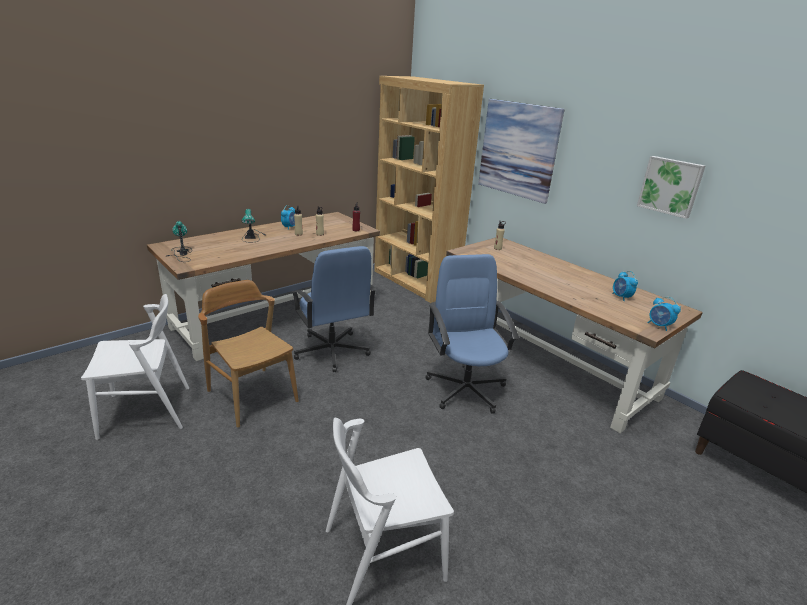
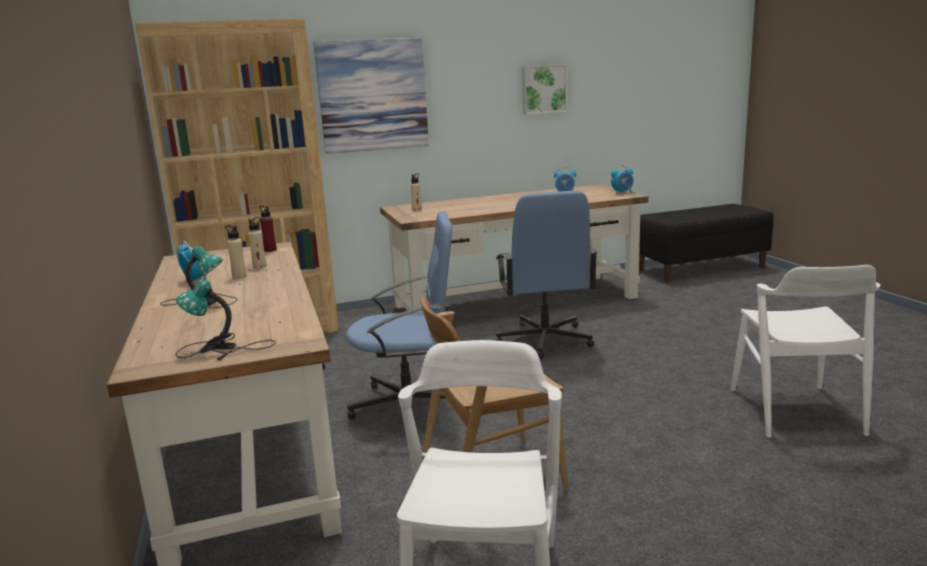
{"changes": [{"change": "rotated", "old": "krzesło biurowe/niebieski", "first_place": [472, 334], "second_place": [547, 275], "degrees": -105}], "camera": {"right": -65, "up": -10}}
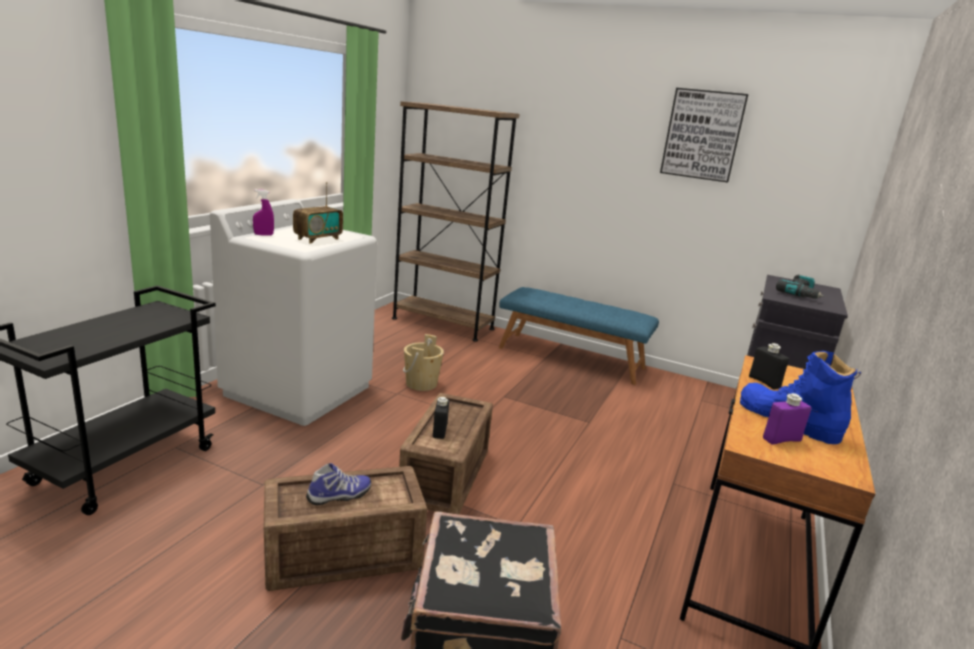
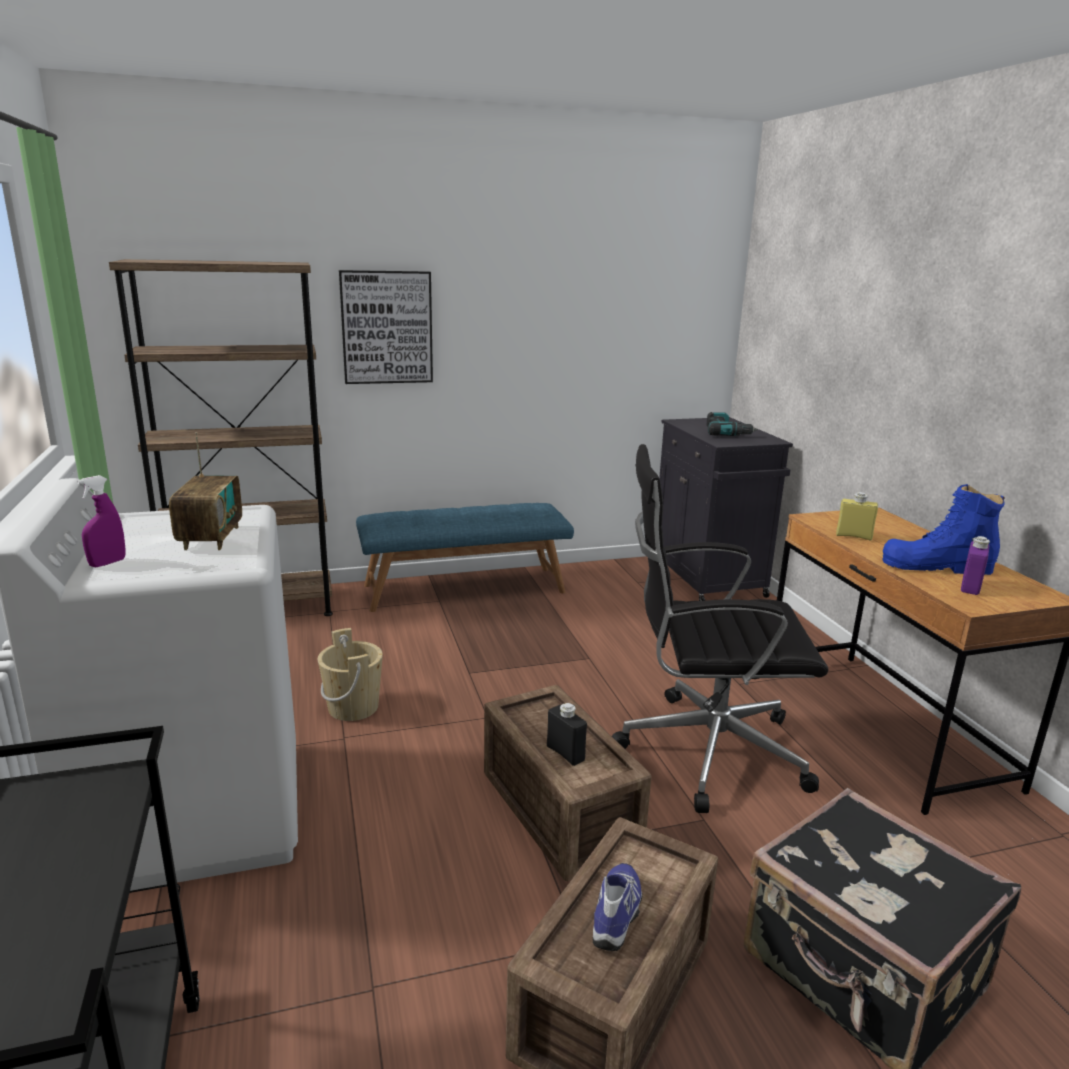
{"changes": [{"change": "new", "new": "krzesło biurowe/czarny", "second_place": [720, 628]}, {"change": "shifted", "old": "obraz", "first_place": [704, 135], "second_place": [386, 327]}, {"change": "repainted", "old": "butelka/czarny", "new": "butelka/żółty", "first_place": [769, 366], "second_place": [857, 516]}], "camera": {"right": -40, "up": 0}}
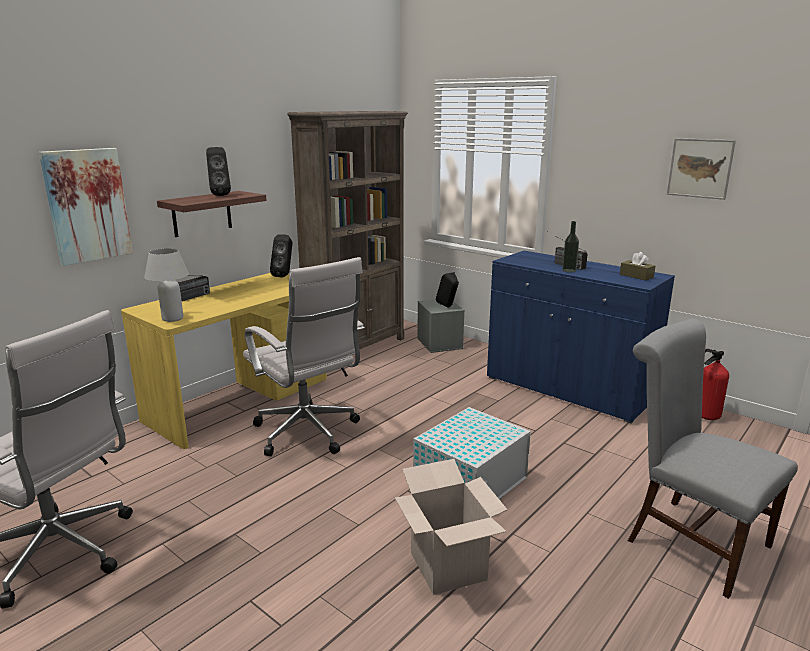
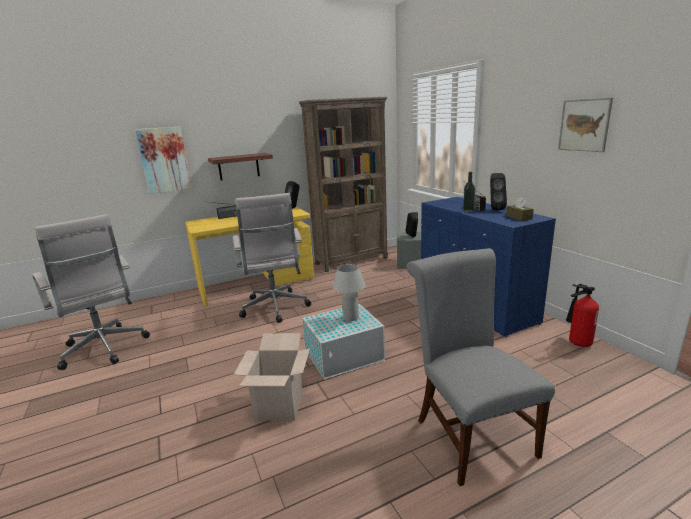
{"changes": [{"change": "shifted", "old": "lampa stołowa/biały", "first_place": [166, 285], "second_place": [349, 292]}, {"change": "shifted", "old": "głośnik/czarny", "first_place": [218, 171], "second_place": [498, 191]}], "camera": {"right": 25, "up": 0}}
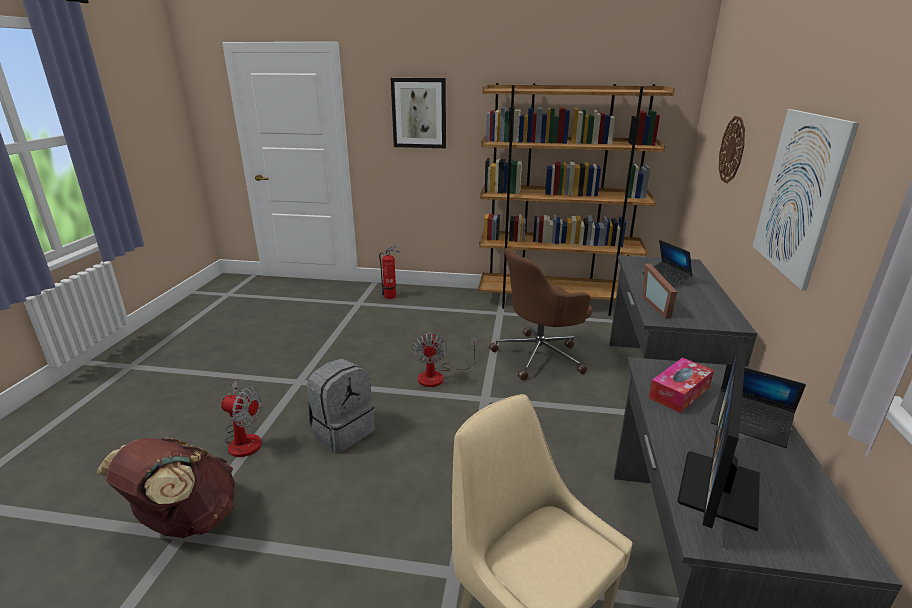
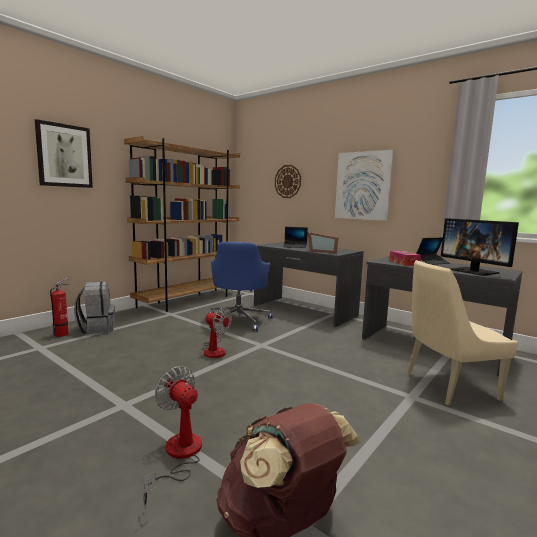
{"changes": [{"change": "shifted", "old": "plecak/szary", "first_place": [341, 406], "second_place": [94, 307]}, {"change": "repainted", "old": "krzesło biurowe/brązowy", "new": "krzesło biurowe/niebieski", "first_place": [540, 314], "second_place": [241, 286]}, {"change": "rotated", "old": "wentylator", "first_place": [241, 419], "second_place": [172, 435], "degrees": -90}], "camera": {"right": -60, "up": -15}}
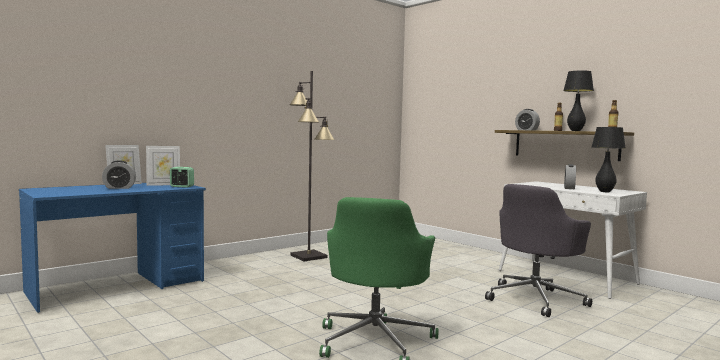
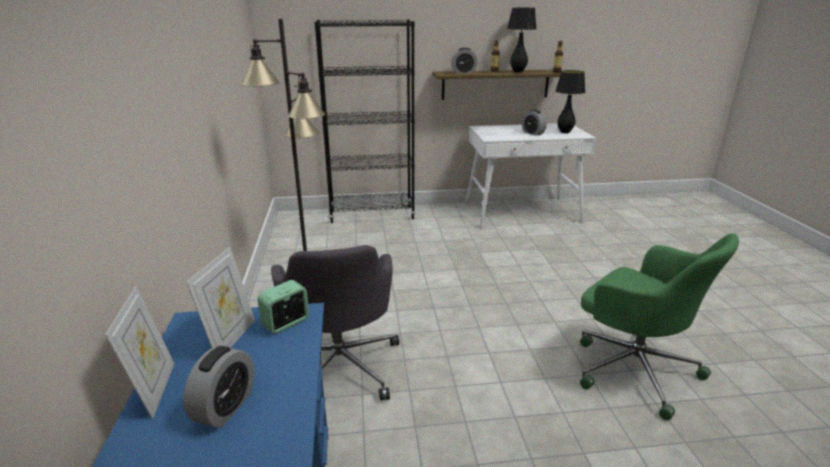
{"changes": [{"change": "new", "new": "regał/czarny", "second_place": [364, 121]}, {"change": "shifted", "old": "krzesło biurowe/szary", "first_place": [538, 250], "second_place": [335, 323]}], "camera": {"right": -55, "up": 20}}
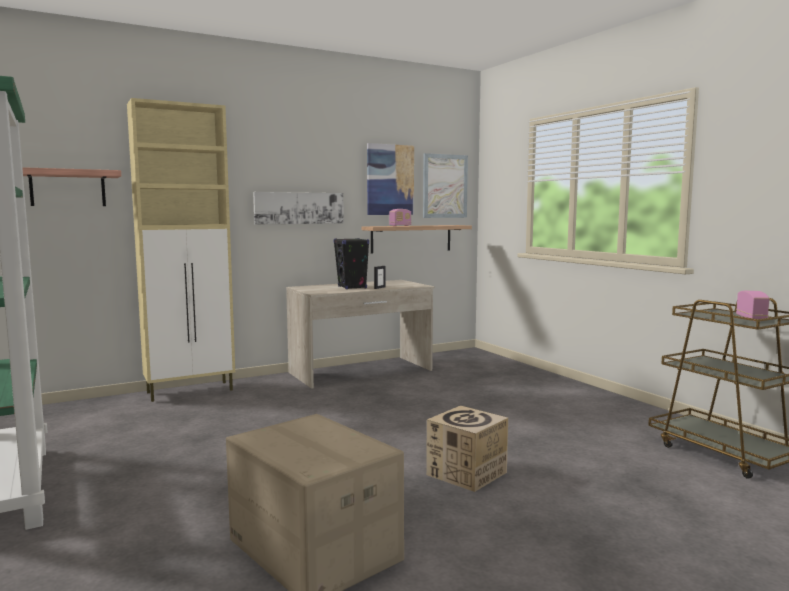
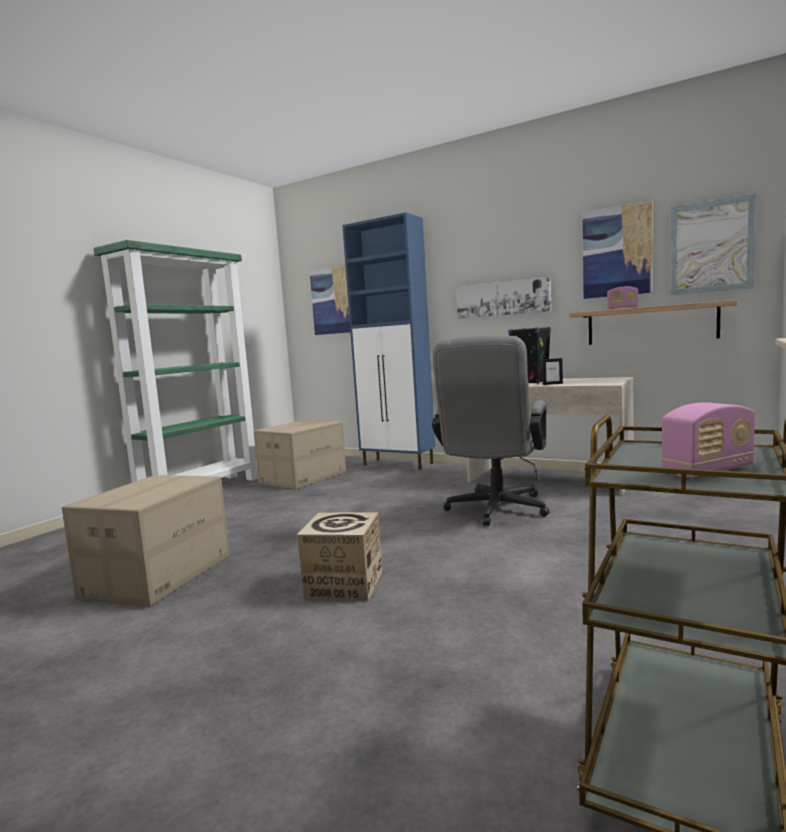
{"changes": [{"change": "new", "new": "karton", "second_place": [300, 454]}, {"change": "new", "new": "krzesło biurowe/szary", "second_place": [491, 430]}, {"change": "swapped", "old": "półka", "new": "obraz", "first_place": [71, 186], "second_place": [330, 300]}, {"change": "repainted", "old": "szafka/beżowy", "new": "szafka/niebieski", "first_place": [181, 250], "second_place": [388, 341]}], "camera": {"right": 60, "up": 0}}
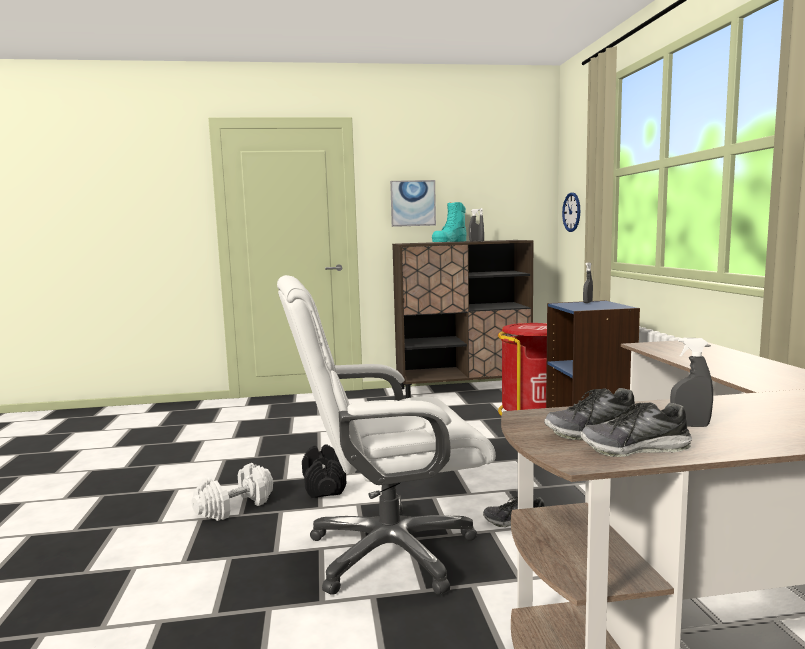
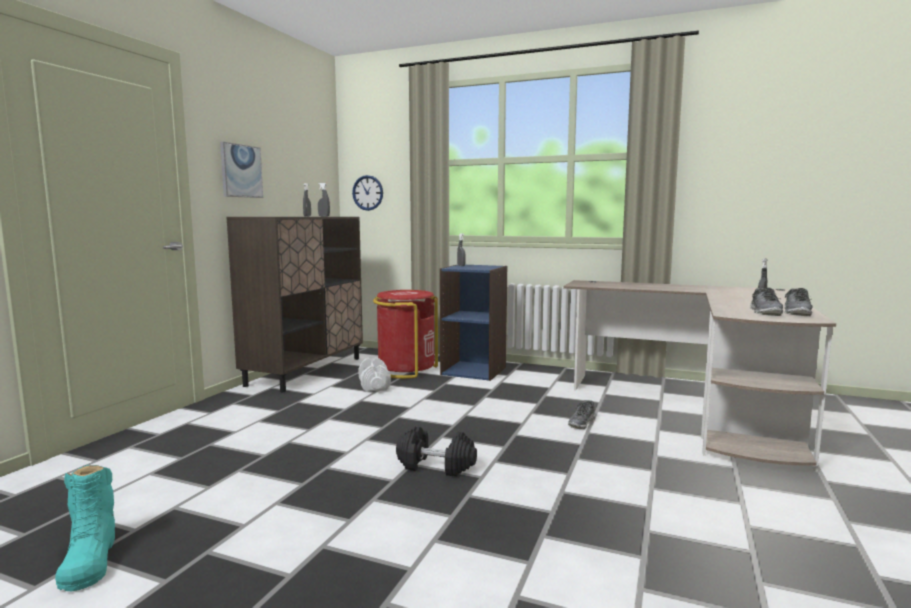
{"changes": [{"change": "gone", "old": "krzesło biurowe/biały", "first_place": [386, 435]}, {"change": "shifted", "old": "hantel/biały", "first_place": [232, 492], "second_place": [374, 374]}, {"change": "shifted", "old": "but z cholewką/turkusowy", "first_place": [449, 222], "second_place": [85, 528]}], "camera": {"right": -60, "up": 0}}
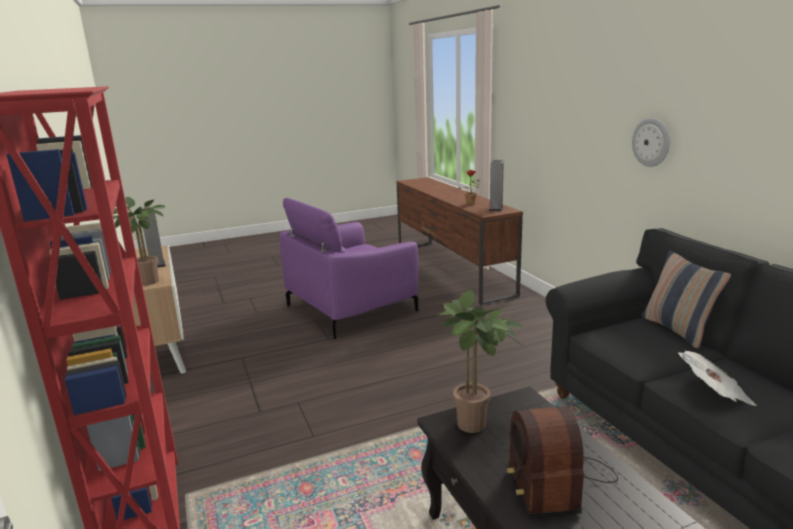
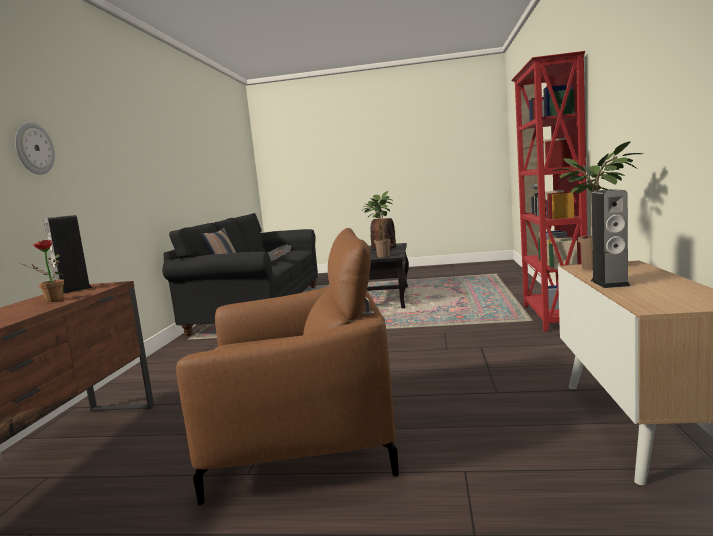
{"changes": [{"change": "shifted", "old": "zegar ścienny", "first_place": [651, 142], "second_place": [35, 148]}, {"change": "repainted", "old": "fotel/fioletowy", "new": "fotel/brązowy", "first_place": [348, 268], "second_place": [287, 366]}], "camera": {"right": -150, "up": -10}}
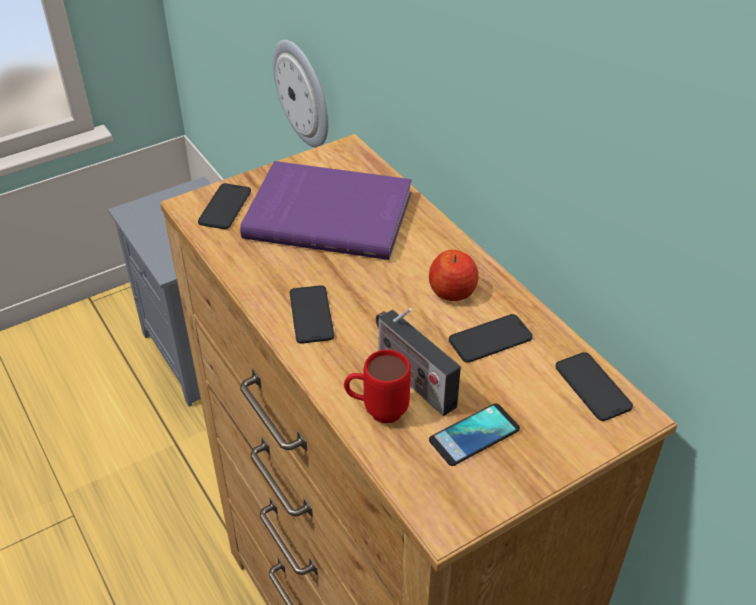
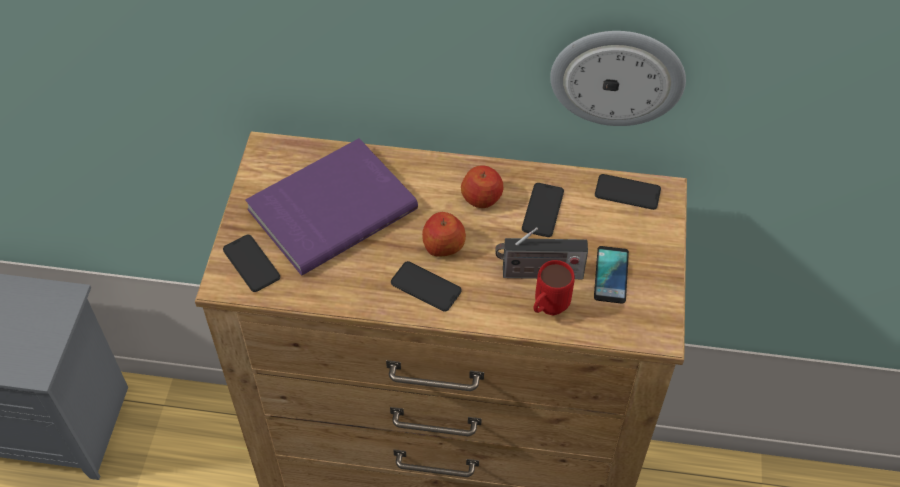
{"changes": [{"change": "new", "new": "jabłko", "second_place": [444, 234]}, {"change": "shifted", "old": "zegar ścienny", "first_place": [300, 93], "second_place": [618, 78]}], "camera": {"right": -50, "up": 10}}
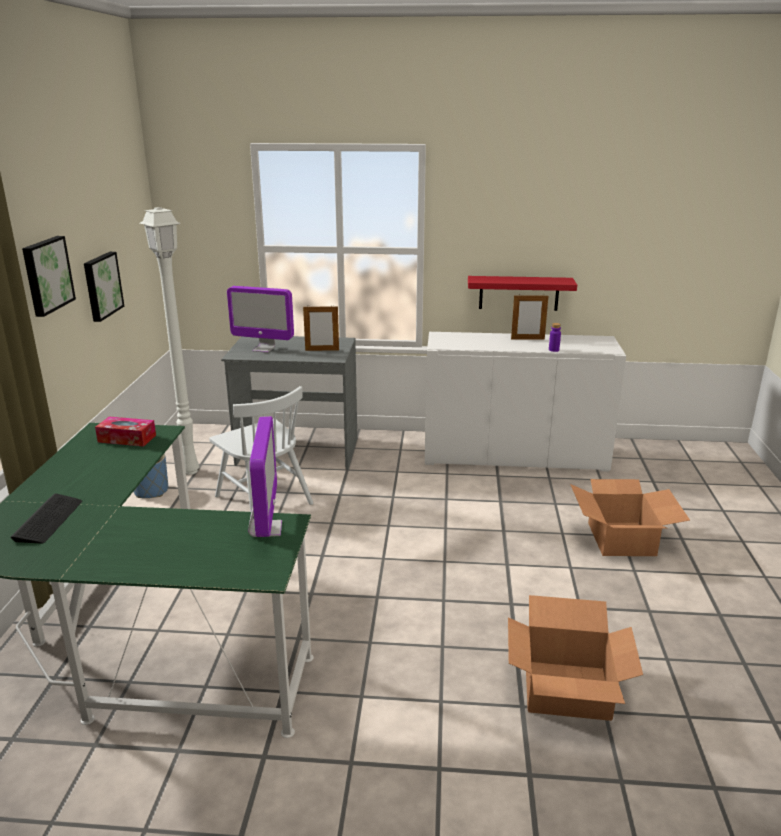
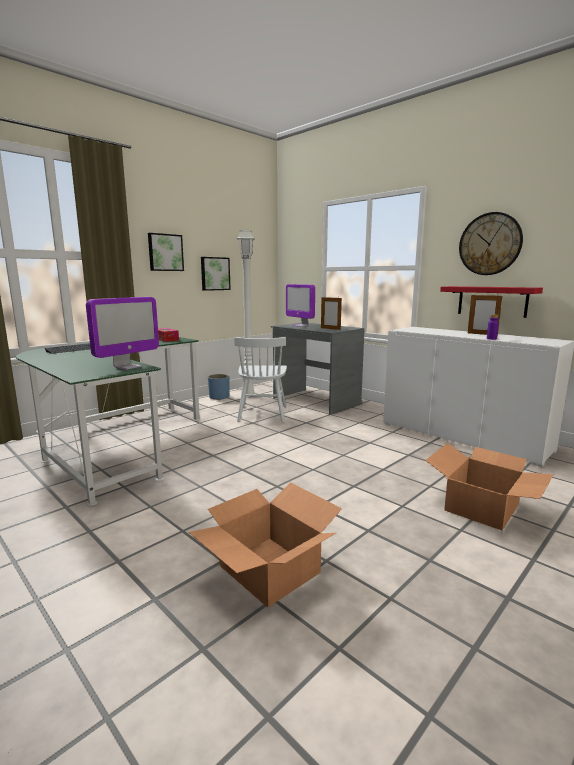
{"changes": [{"change": "new", "new": "zegar ścienny", "second_place": [491, 243]}], "camera": {"right": 40, "up": -10}}
